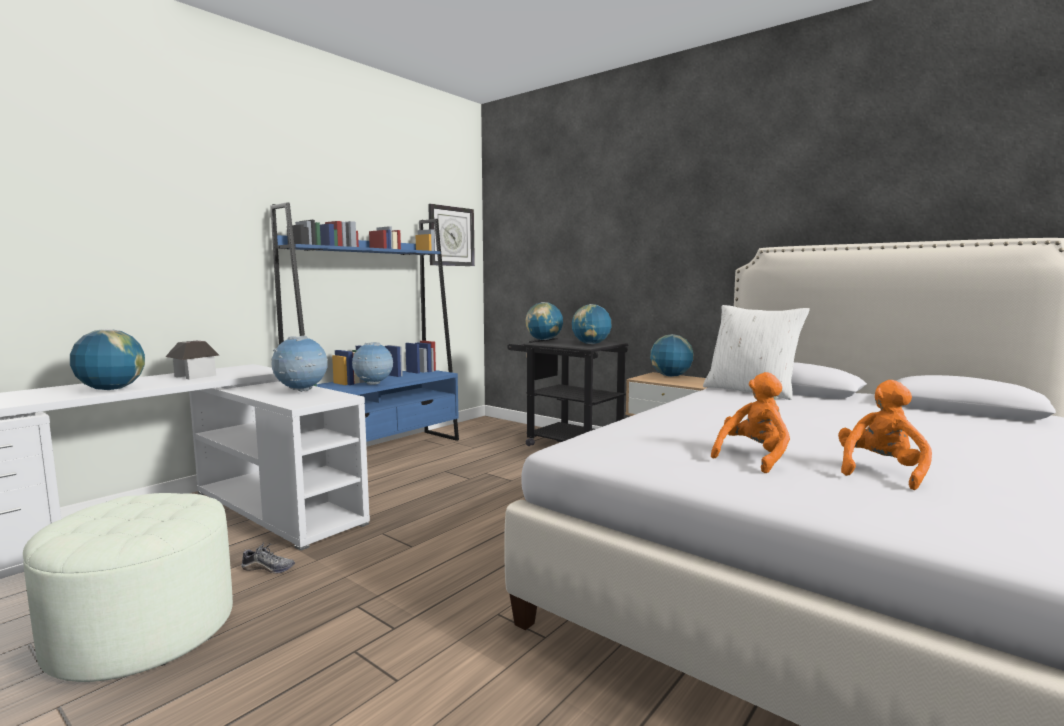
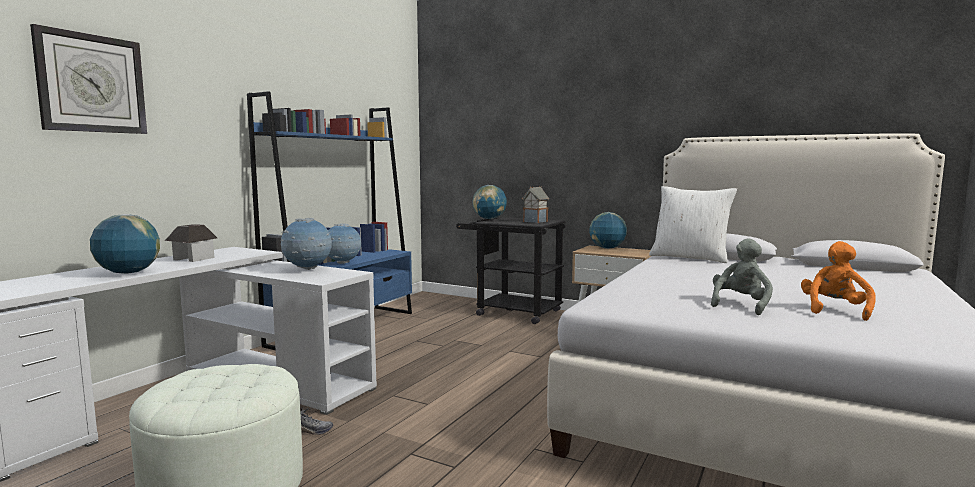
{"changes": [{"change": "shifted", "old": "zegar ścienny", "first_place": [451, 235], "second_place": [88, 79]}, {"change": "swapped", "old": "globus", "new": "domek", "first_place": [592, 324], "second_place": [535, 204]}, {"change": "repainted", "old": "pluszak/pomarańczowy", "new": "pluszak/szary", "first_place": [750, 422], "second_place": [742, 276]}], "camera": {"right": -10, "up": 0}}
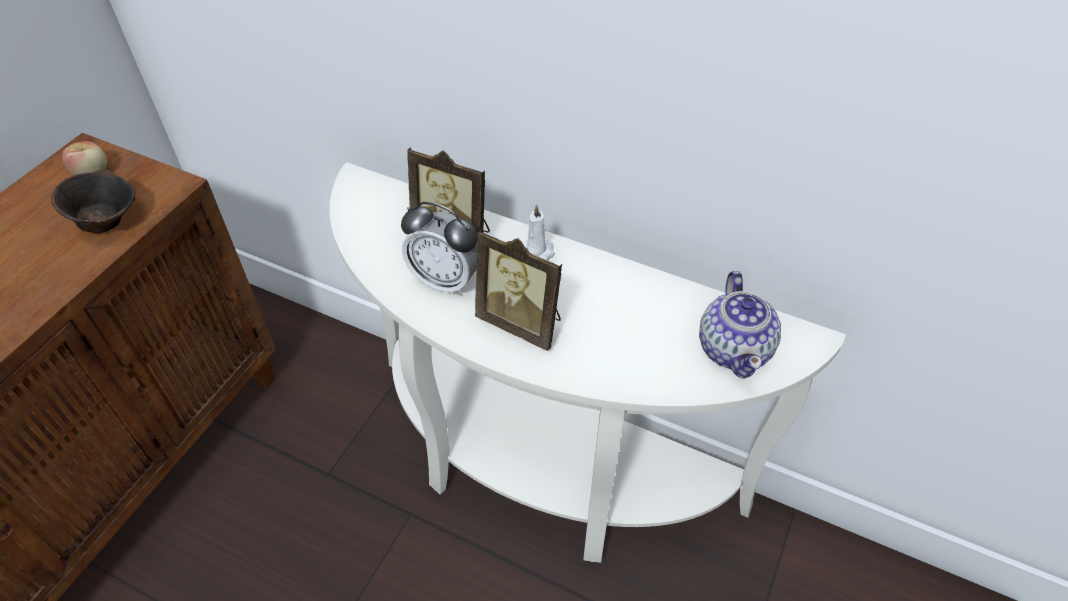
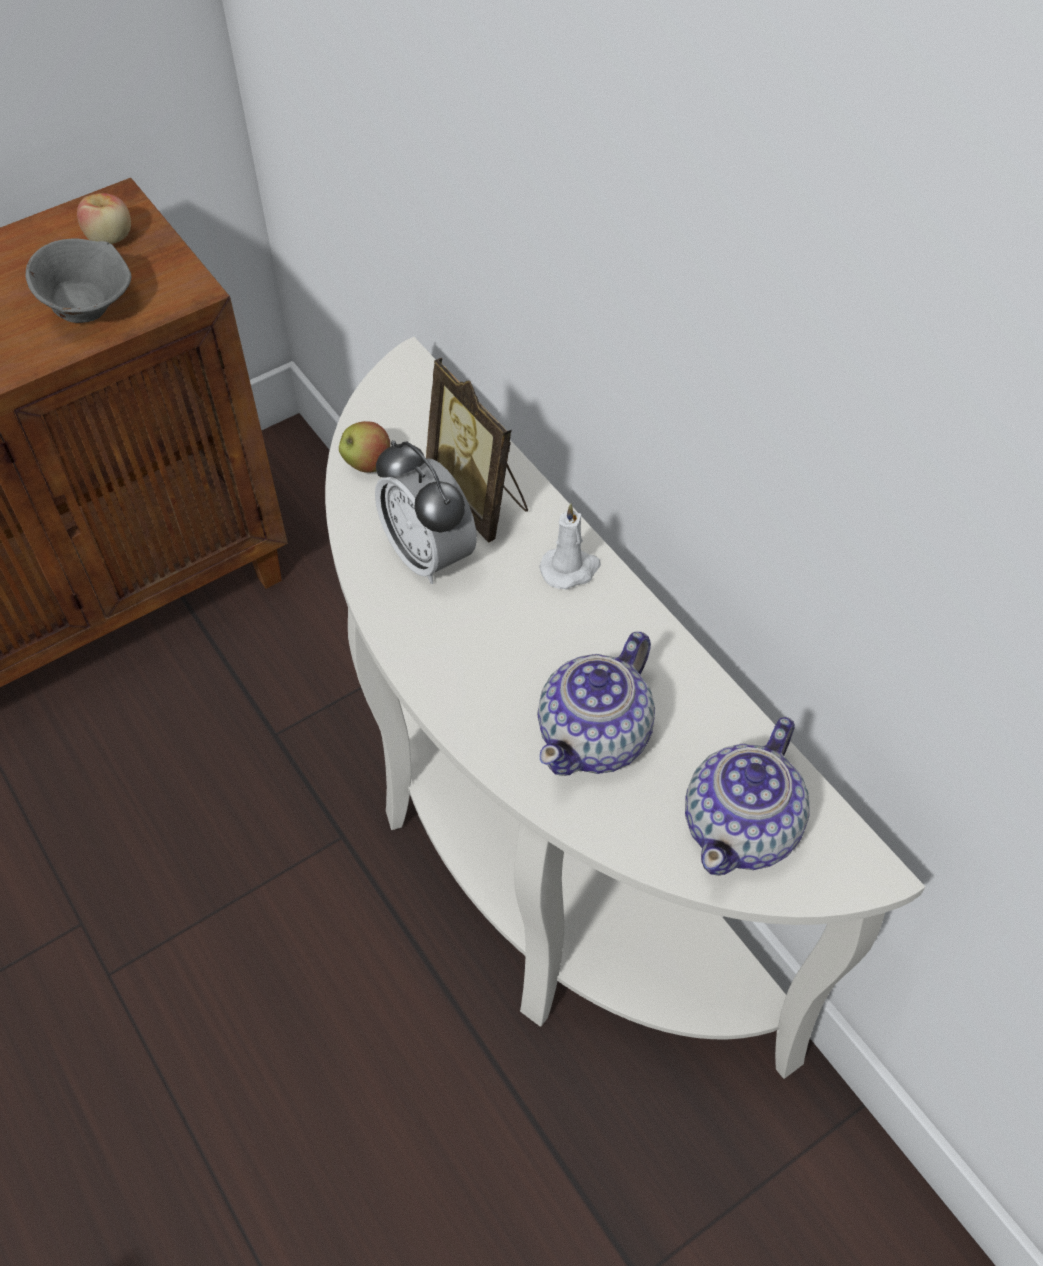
{"changes": [{"change": "gone", "old": "ramka na zdjęcie", "first_place": [518, 290]}, {"change": "new", "new": "jabłko", "second_place": [364, 447]}, {"change": "new", "new": "imbryk", "second_place": [596, 704]}, {"change": "repainted", "old": "miska/brązowy", "new": "miska/szary", "first_place": [93, 201], "second_place": [79, 281]}], "camera": {"right": 30, "up": 5}}
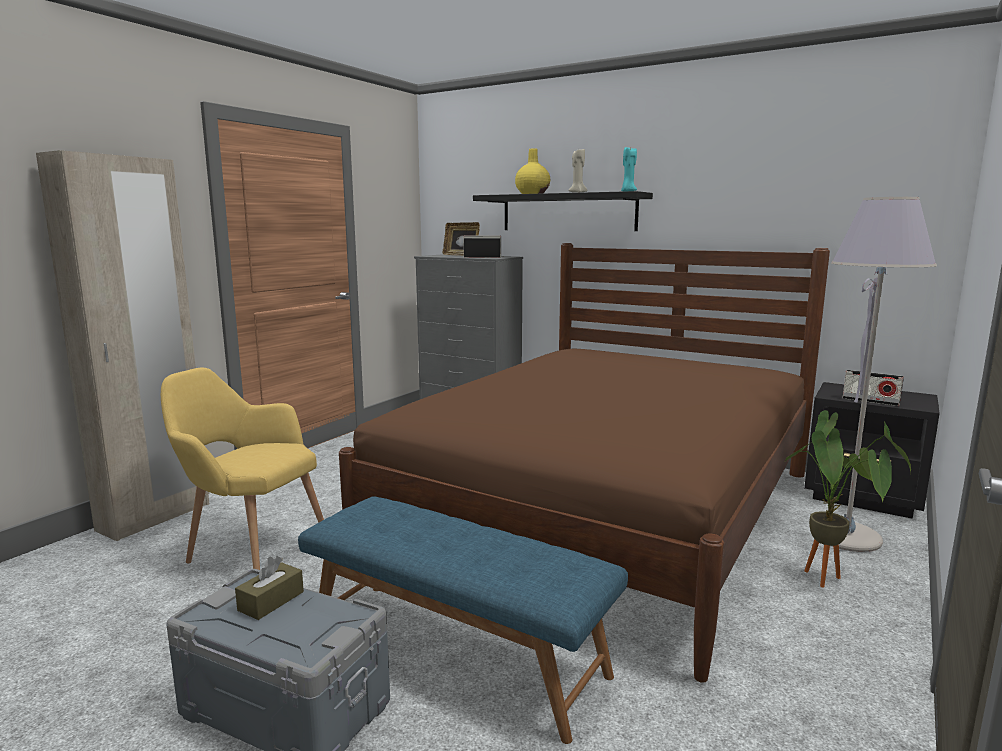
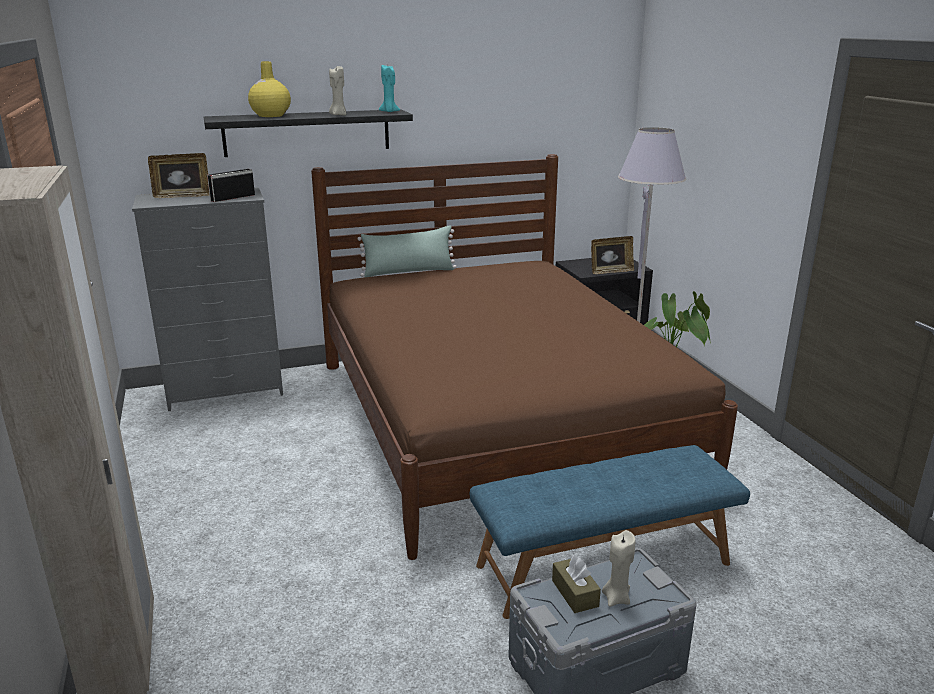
{"changes": [{"change": "gone", "old": "fotel/żółty", "first_place": [242, 469]}, {"change": "new", "new": "poduszka/zielony", "second_place": [407, 251]}, {"change": "new", "new": "świeca/beżowy", "second_place": [618, 568]}, {"change": "swapped", "old": "radio", "new": "ramka na zdjęcie", "first_place": [873, 388], "second_place": [612, 255]}], "camera": {"right": -50, "up": 10}}
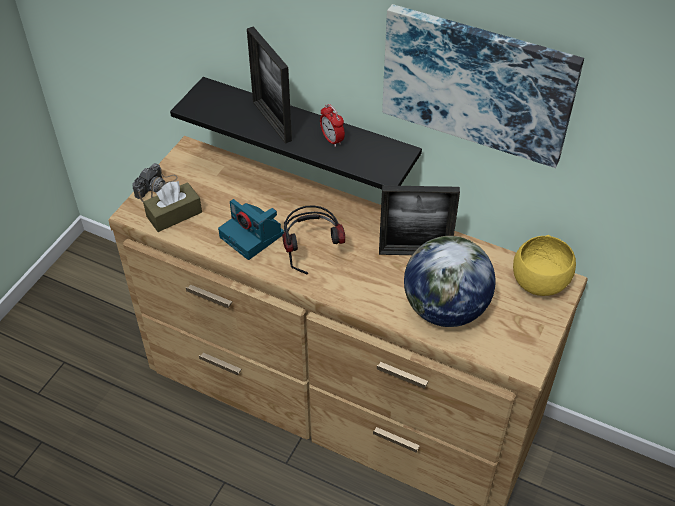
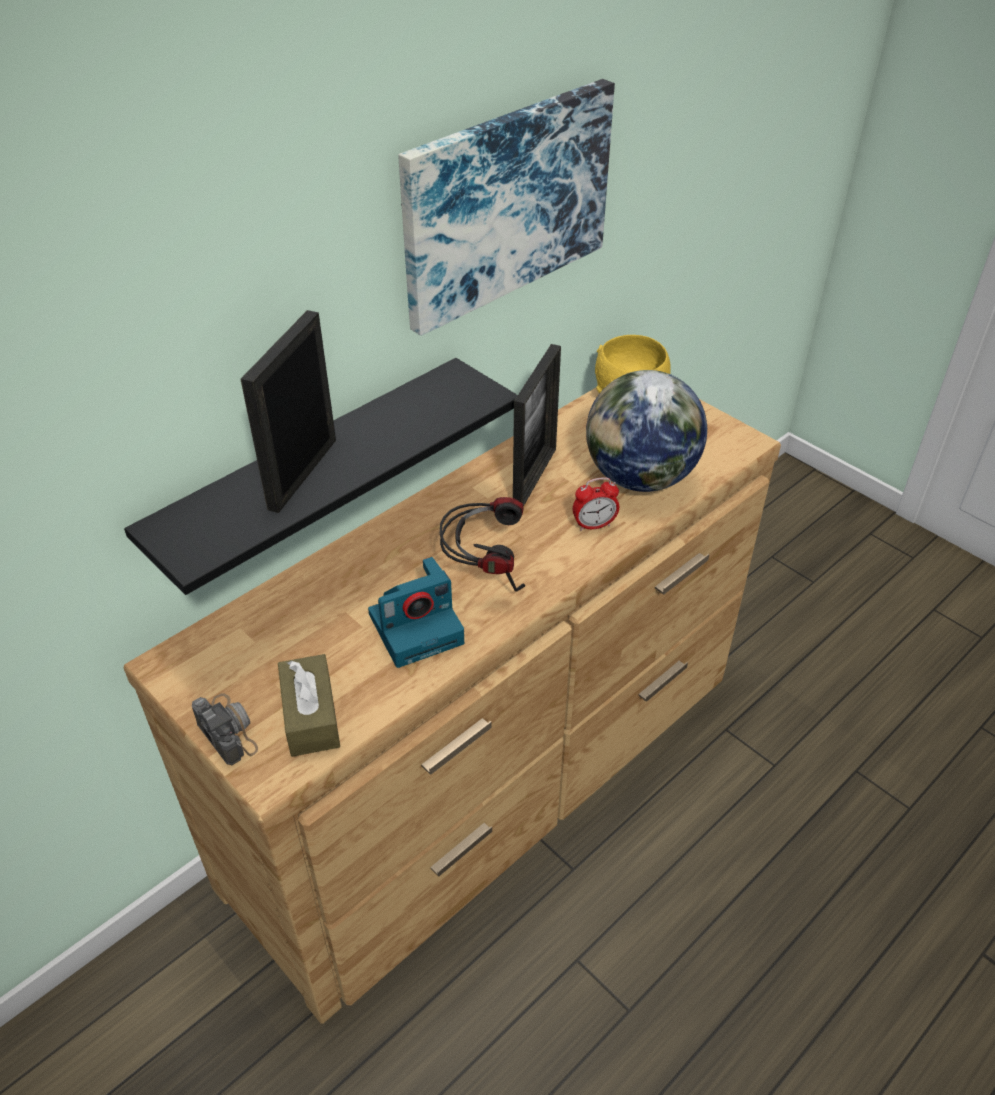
{"changes": [{"change": "shifted", "old": "budzik", "first_place": [332, 125], "second_place": [596, 504]}, {"change": "rotated", "old": "ramka na zdjęcie", "first_place": [269, 85], "second_place": [288, 411], "degrees": 120}], "camera": {"right": -70, "up": -5}}
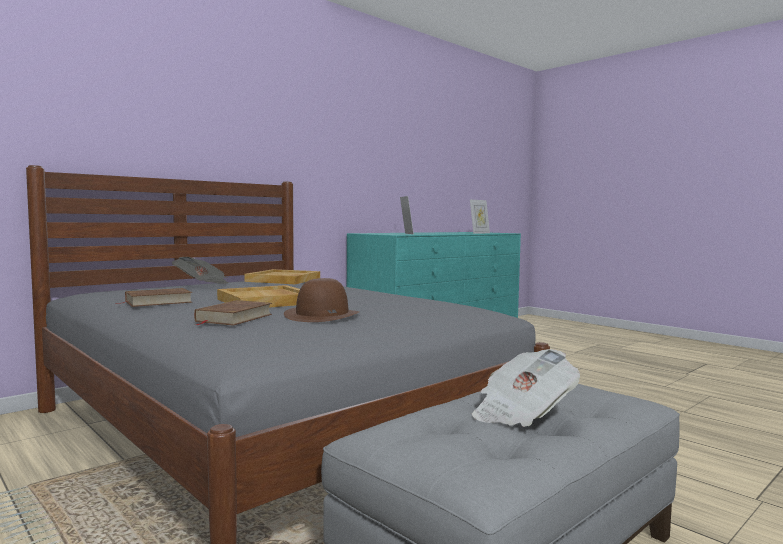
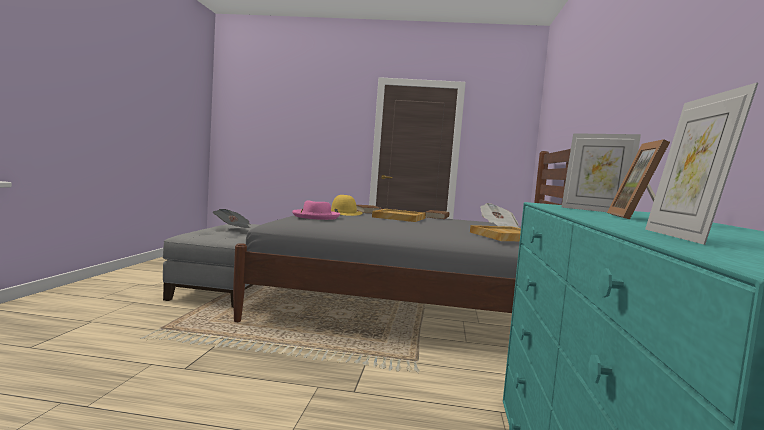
{"changes": [{"change": "new", "new": "kapelusz/różowy", "second_place": [316, 210]}, {"change": "new", "new": "ramka na zdjęcie", "second_place": [638, 179]}, {"change": "repainted", "old": "kapelusz/brązowy", "new": "kapelusz/żółty", "first_place": [322, 300], "second_place": [346, 205]}], "camera": {"right": 140, "up": 0}}
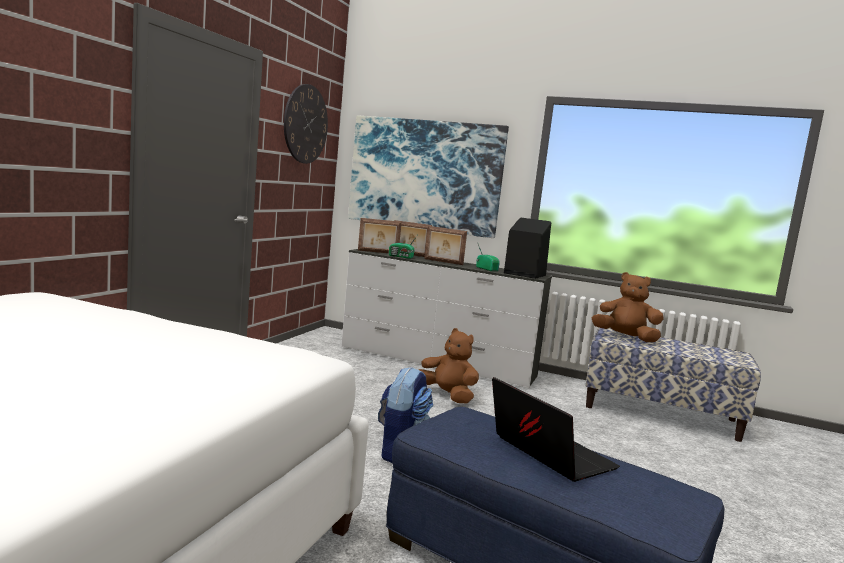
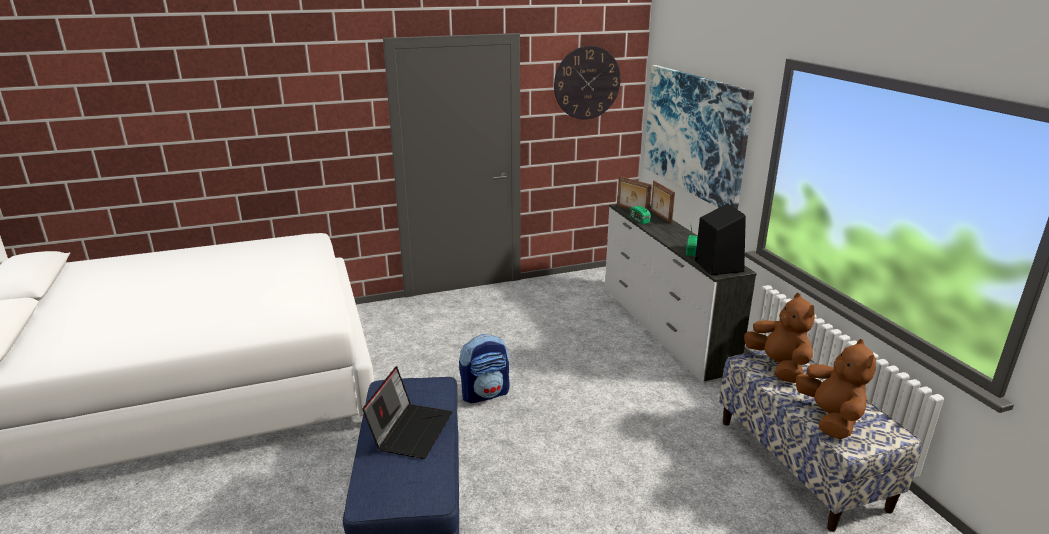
{"changes": [{"change": "gone", "old": "ramka na zdjęcie", "first_place": [446, 245]}, {"change": "shifted", "old": "pluszak/brązowy", "first_place": [449, 366], "second_place": [836, 389]}], "camera": {"right": 50, "up": 15}}
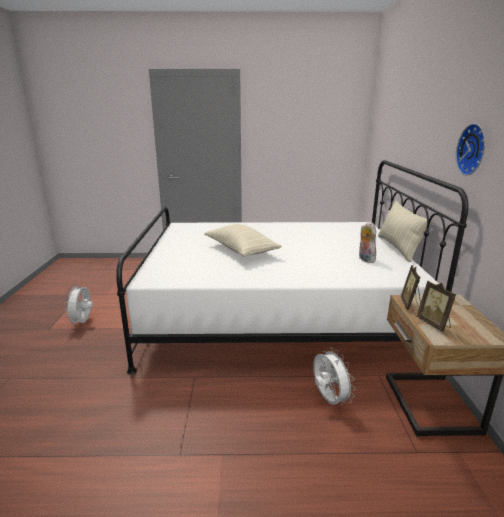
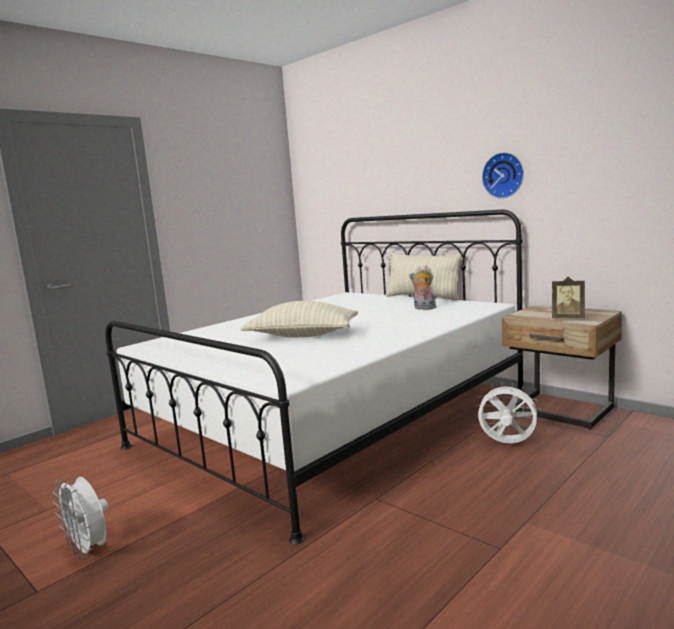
{"changes": [{"change": "gone", "old": "ramka na zdjęcie", "first_place": [411, 287]}], "camera": {"right": -45, "up": -10}}
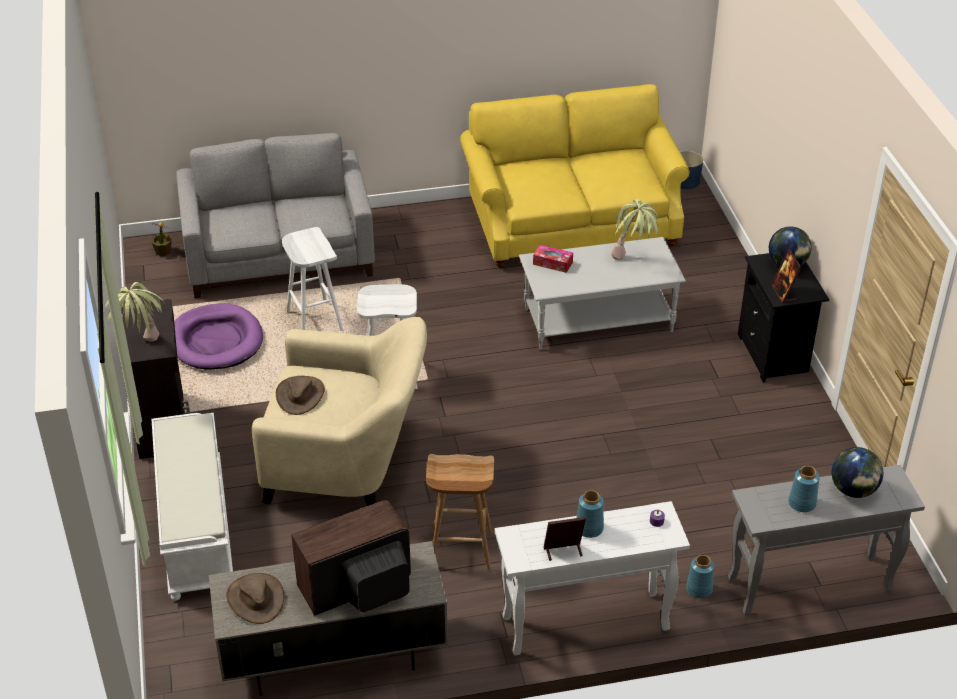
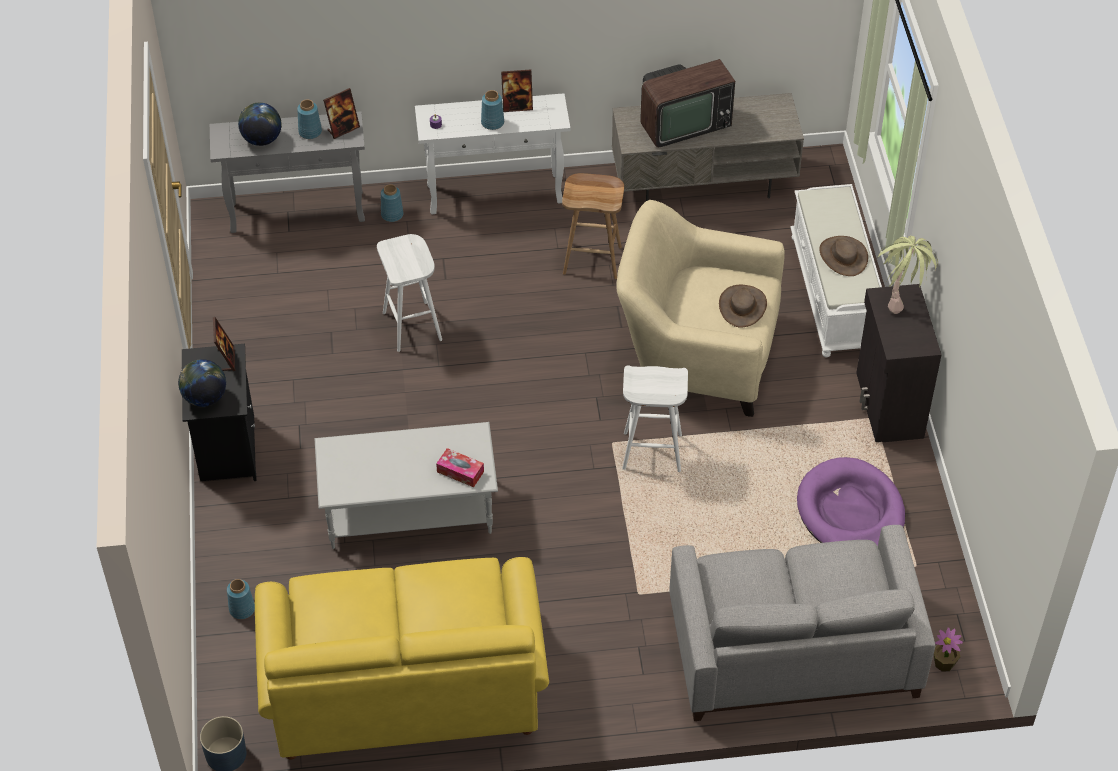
{"changes": [{"change": "gone", "old": "roślina doniczkowa", "first_place": [635, 229]}, {"change": "new", "new": "wazon/niebieski", "second_place": [241, 599]}, {"change": "new", "new": "ramka na zdjęcie", "second_place": [341, 113]}, {"change": "shifted", "old": "kapelusz/brązowy", "first_place": [255, 598], "second_place": [843, 256]}, {"change": "shifted", "old": "stołek/biały", "first_place": [312, 278], "second_place": [409, 293]}], "camera": {"right": -175, "up": 10}}
